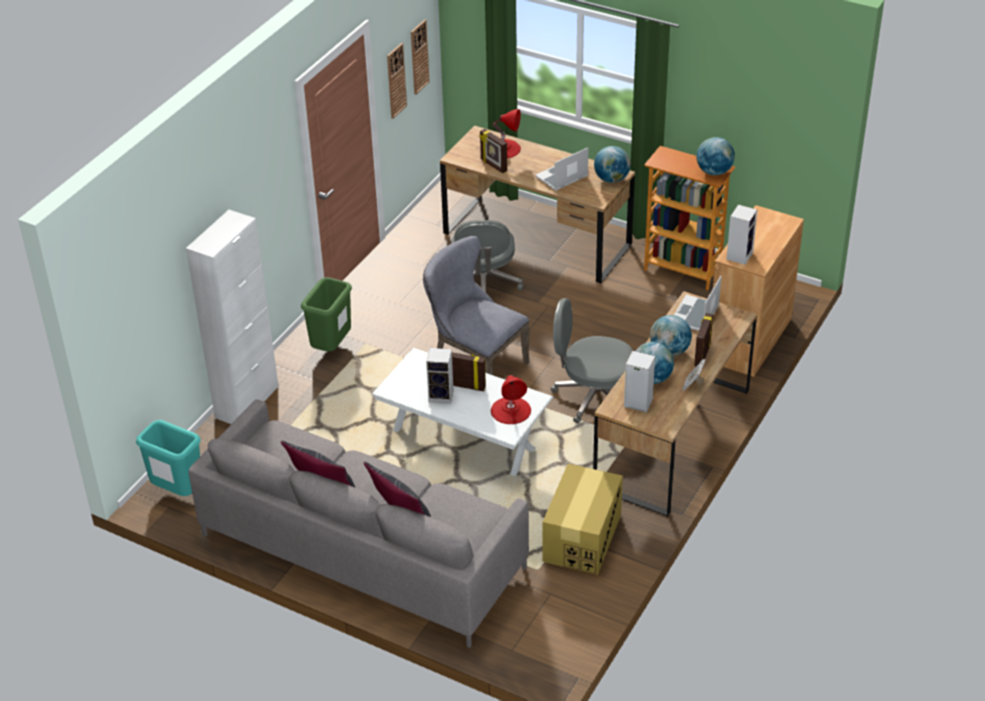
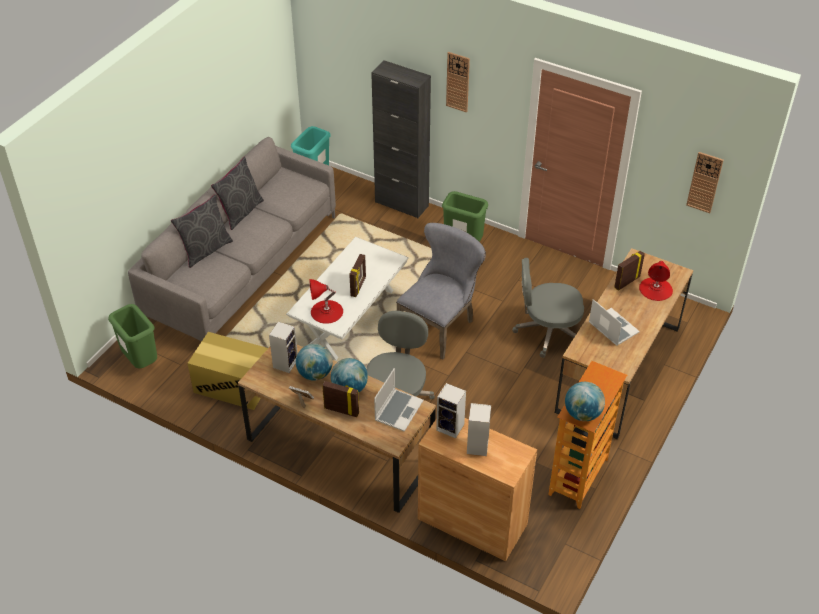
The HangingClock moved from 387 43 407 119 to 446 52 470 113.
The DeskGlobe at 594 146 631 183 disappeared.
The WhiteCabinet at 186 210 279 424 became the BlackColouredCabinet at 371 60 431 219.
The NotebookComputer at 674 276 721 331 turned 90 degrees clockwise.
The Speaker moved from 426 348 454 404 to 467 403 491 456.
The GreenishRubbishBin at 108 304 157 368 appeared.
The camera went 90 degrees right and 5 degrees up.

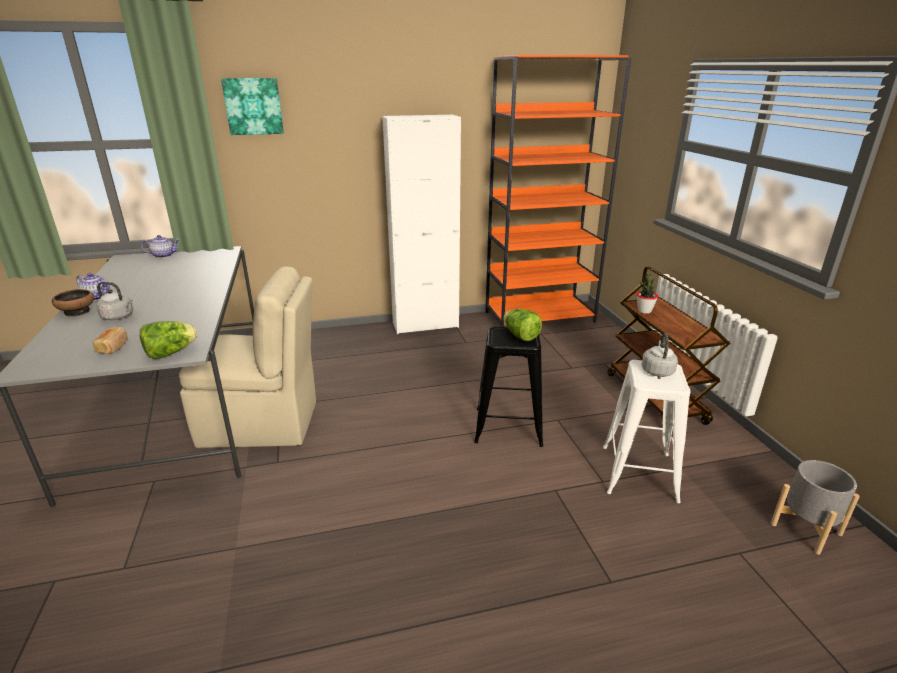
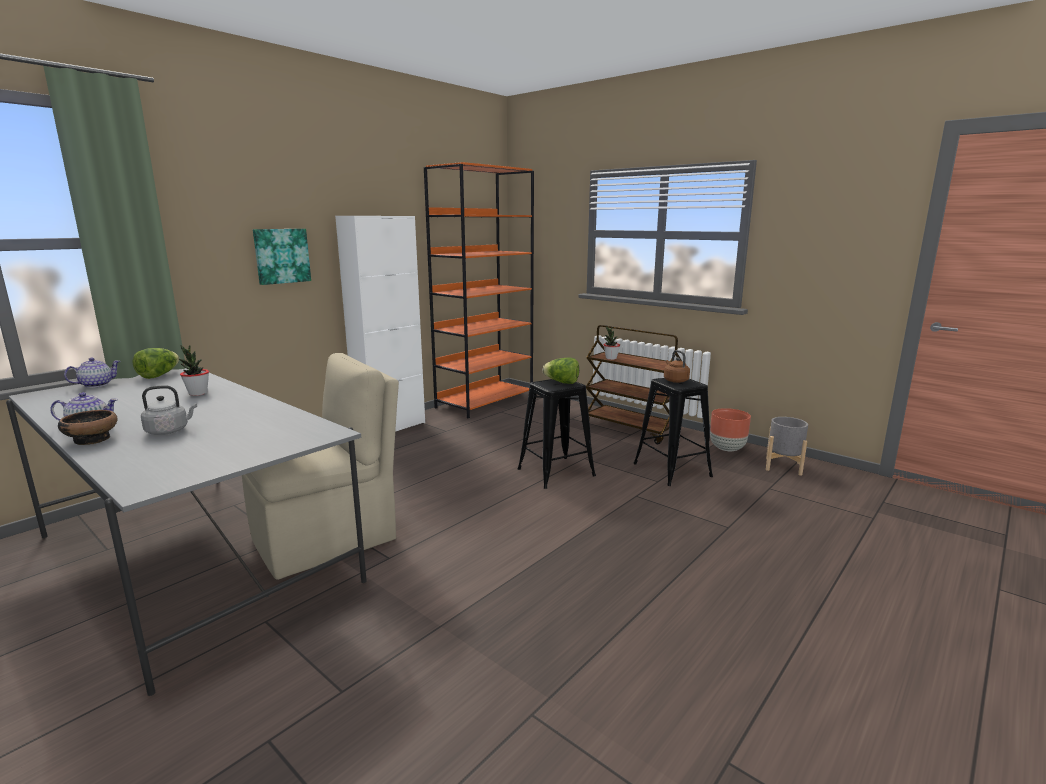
The WallPicture moved from 221 78 284 135 to 253 229 311 285.
The HeadOfLettuce moved from 140 321 197 359 to 133 348 179 379.
The Bread at 93 327 127 354 disappeared.
The GrayTeaKettle at 642 333 678 377 became the BrownishTeaKettle at 664 350 690 383.
The WhiteSittingStool at 603 360 691 503 became the BlackColouredSittingStool at 634 378 713 486.
The PottedPlant at 179 345 209 396 appeared.
The BrownishPlanter at 710 408 751 451 appeared.
The camera went 35 degrees left and 10 degrees down.

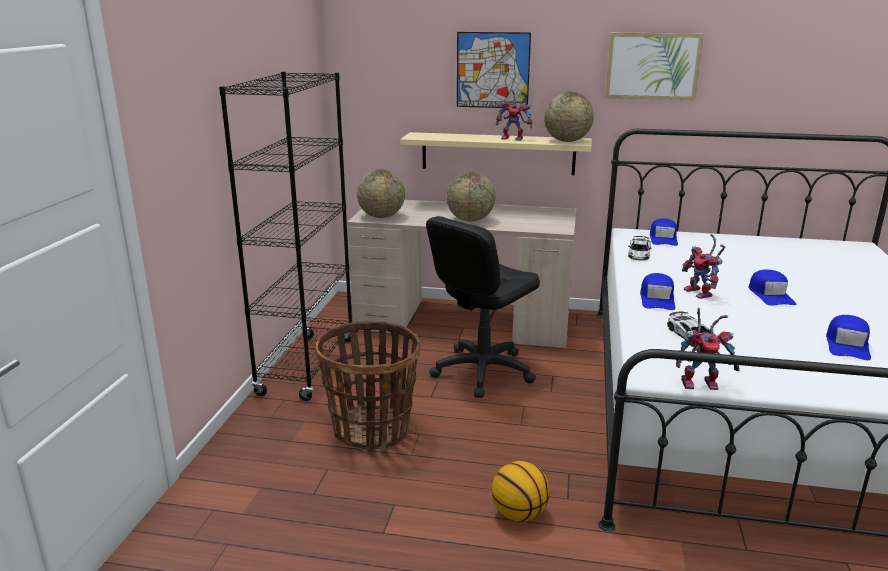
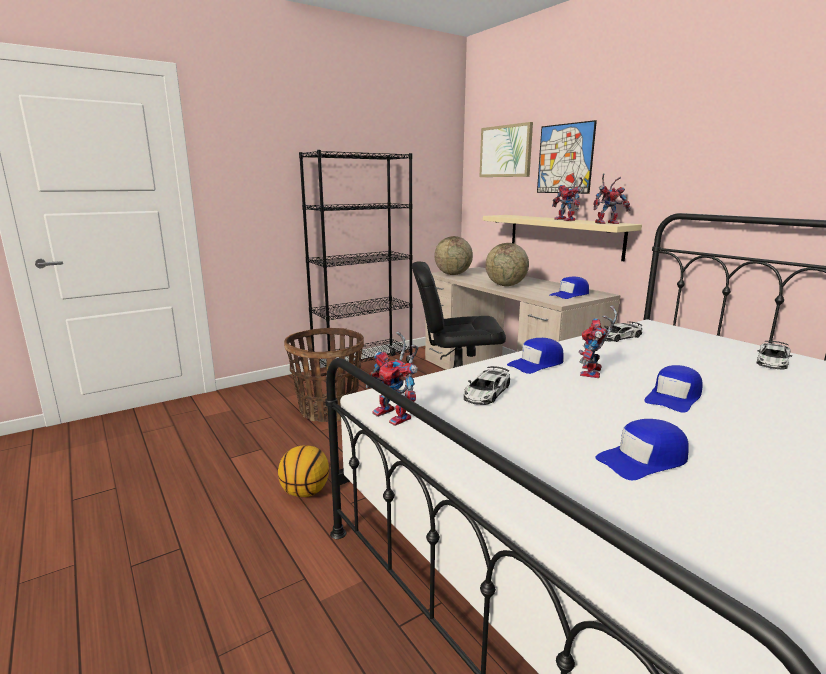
The WallPicture moved from 605 33 704 100 to 480 122 533 177.
The DeskGlobe at 544 92 594 142 was replaced by the ToyRobot at 593 173 631 224.
The BlueColouredCap moved from 650 218 678 246 to 550 277 589 299.
The ModelCar at 757 341 792 370 appeared.
The camera went 45 degrees right and 5 degrees down.

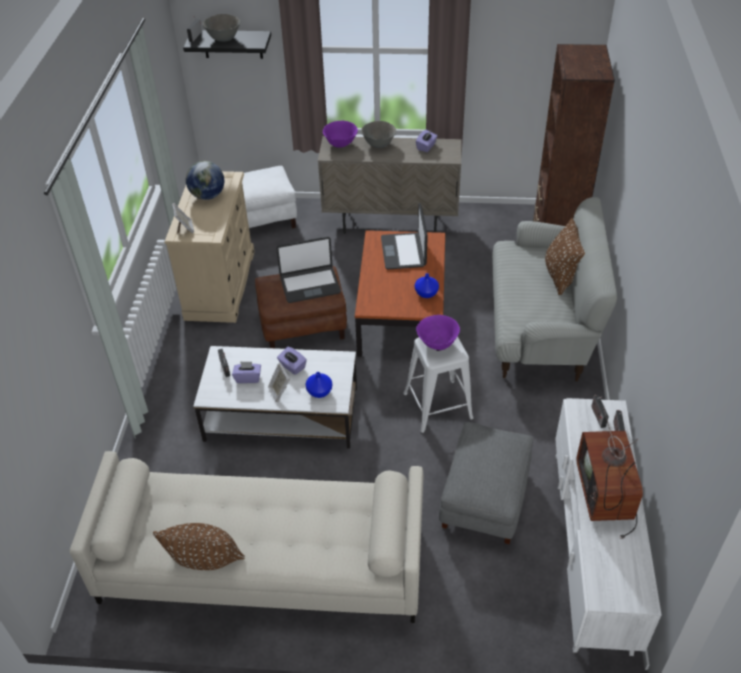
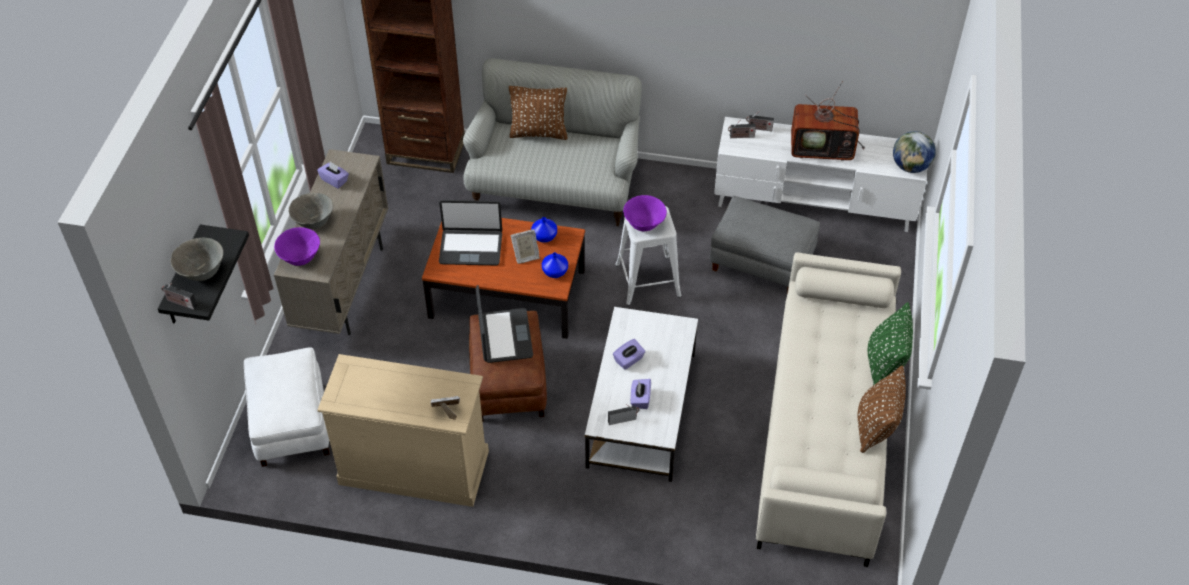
The DeskGlobe moved from 186 161 224 200 to 893 131 936 173.
The StandingFrame moved from 268 362 290 403 to 511 229 540 264.
The BlueColouredVase moved from 305 372 332 398 to 542 252 568 278.
The GreenishThrowPillow at 868 302 913 385 appeared.
The camera went 85 degrees left and 5 degrees up.

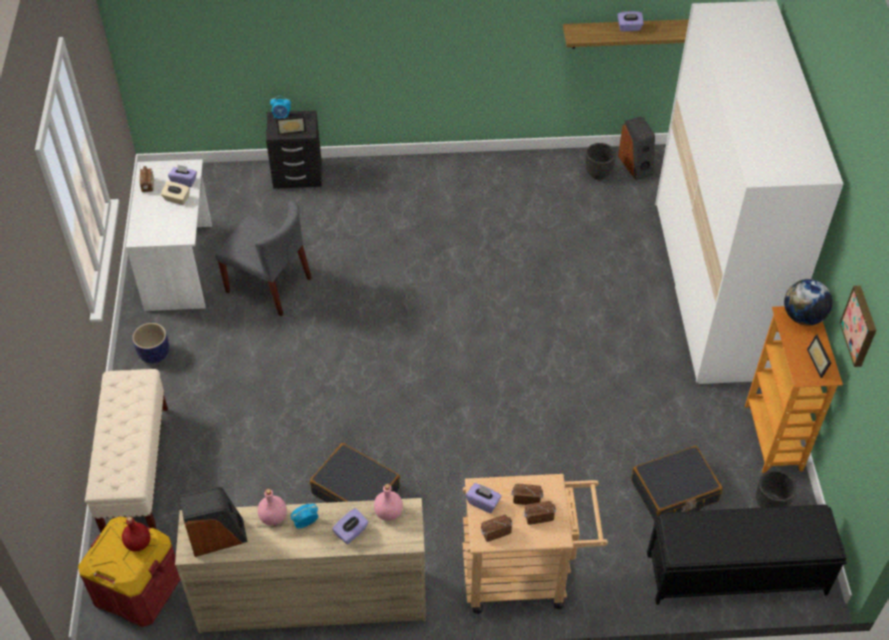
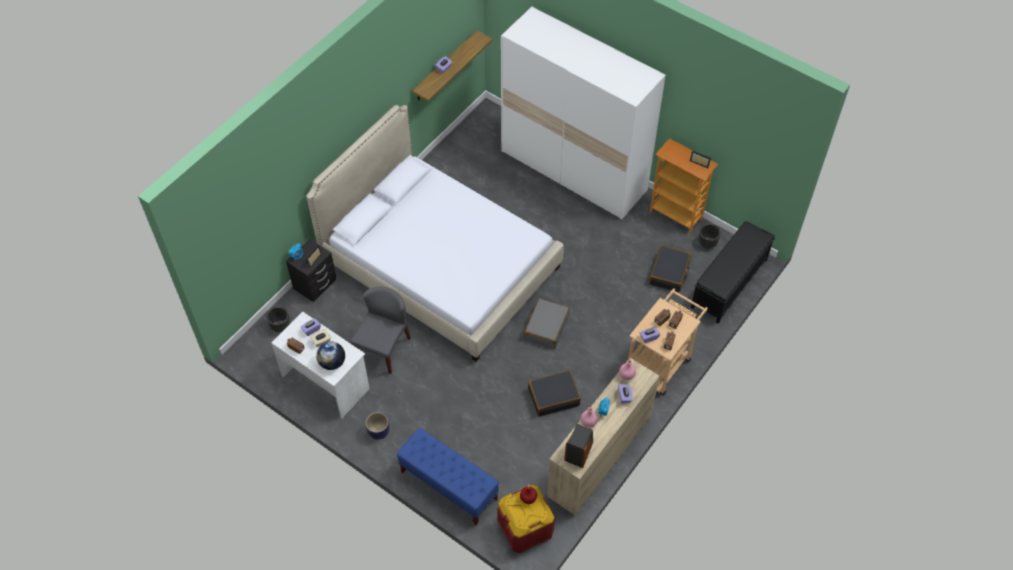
The Speaker at 618 116 655 180 disappeared.
The BlackColouredPlanter moved from 585 143 616 179 to 267 307 290 332.
The GrayUprightChair at 215 201 312 316 turned 45 degrees counterclockwise.
The DeskGlobe moved from 784 279 832 325 to 316 341 345 370.
The WallPicture at 840 286 877 367 disappeared.
The SandColouredLongSeat at 85 369 168 532 became the BlueColouredLongSeat at 397 428 499 525.
The SleepingBed at 307 105 564 362 appeared.
The GrayTravelCase at 524 298 569 349 appeared.
The camera went 50 degrees left and 5 degrees up.

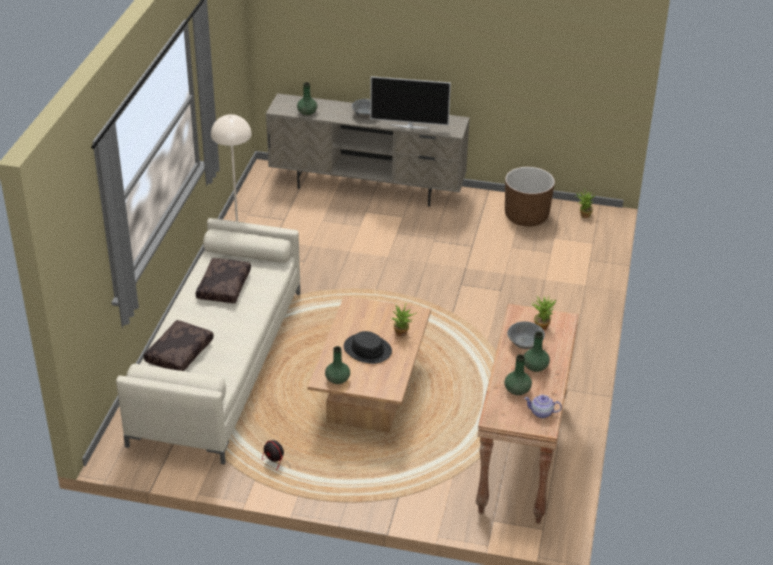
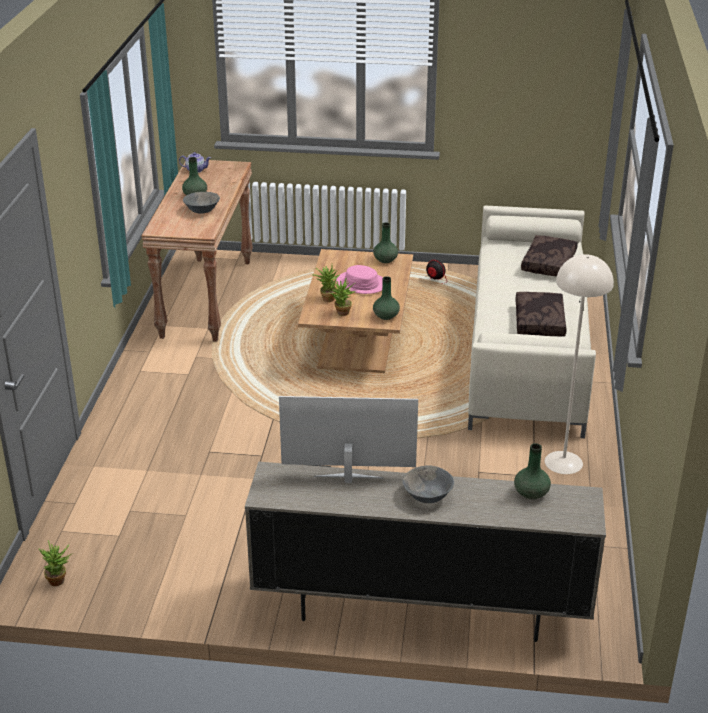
The BrownishPlanter at 505 167 555 227 disappeared.
The PottedPlant moved from 532 296 556 330 to 331 278 356 316.
The BlackColouredWearableHat at 344 331 392 364 became the PinkColouredWearableHat at 336 265 383 294.
The GreenishVase moved from 504 354 532 395 to 373 276 400 320.
The camera went 175 degrees right and 5 degrees down.

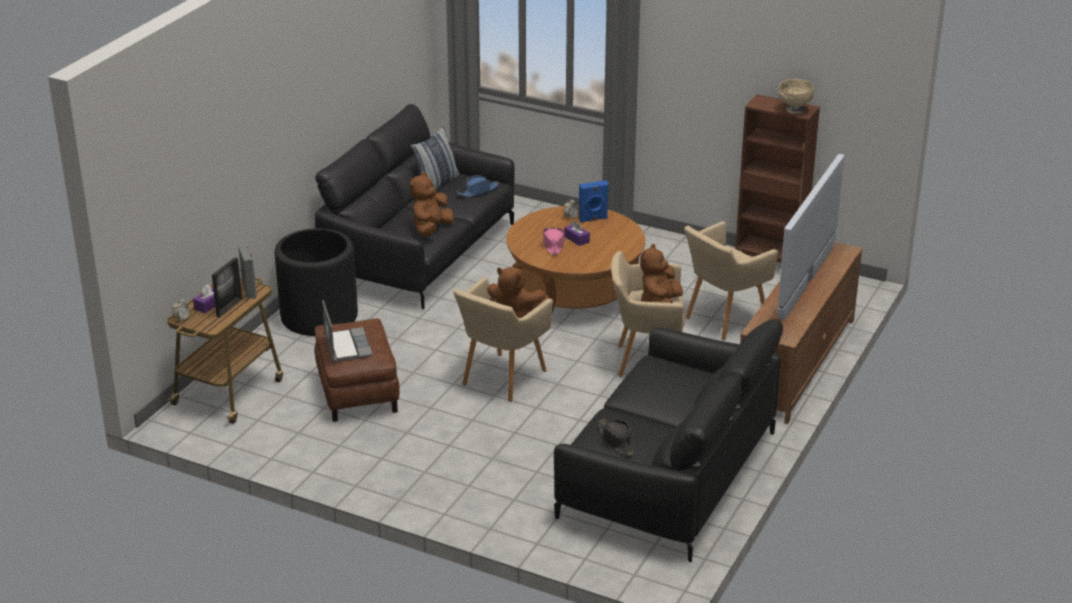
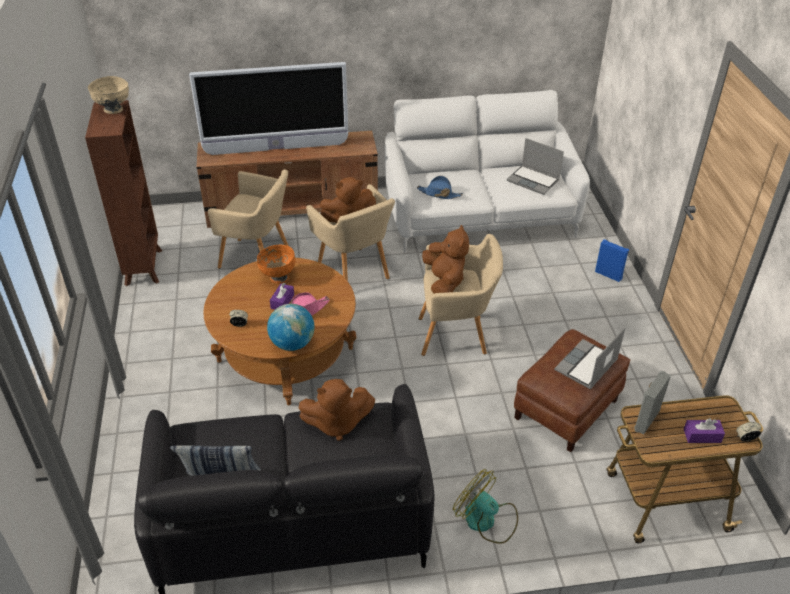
The BlueColouredWearableHat moved from 457 175 500 197 to 417 176 463 199.
The BlueColouredSpeaker moved from 579 180 609 223 to 595 239 629 282.
The BlackColouredPlanter at 275 228 358 336 was replaced by the CoolingFan at 453 469 518 544.
The StandingFrame at 212 257 242 318 disappeared.
The BlackColouredCouch at 554 319 783 562 became the WhiteCouch at 385 90 590 252.
The BlackColouredWearableHat at 598 418 634 456 was replaced by the NotebookComputer at 507 138 564 195.
The OrangeBowl at 257 245 295 284 appeared.
The DeskGlobe at 267 304 315 351 appeared.
The camera went 125 degrees left and 10 degrees up.

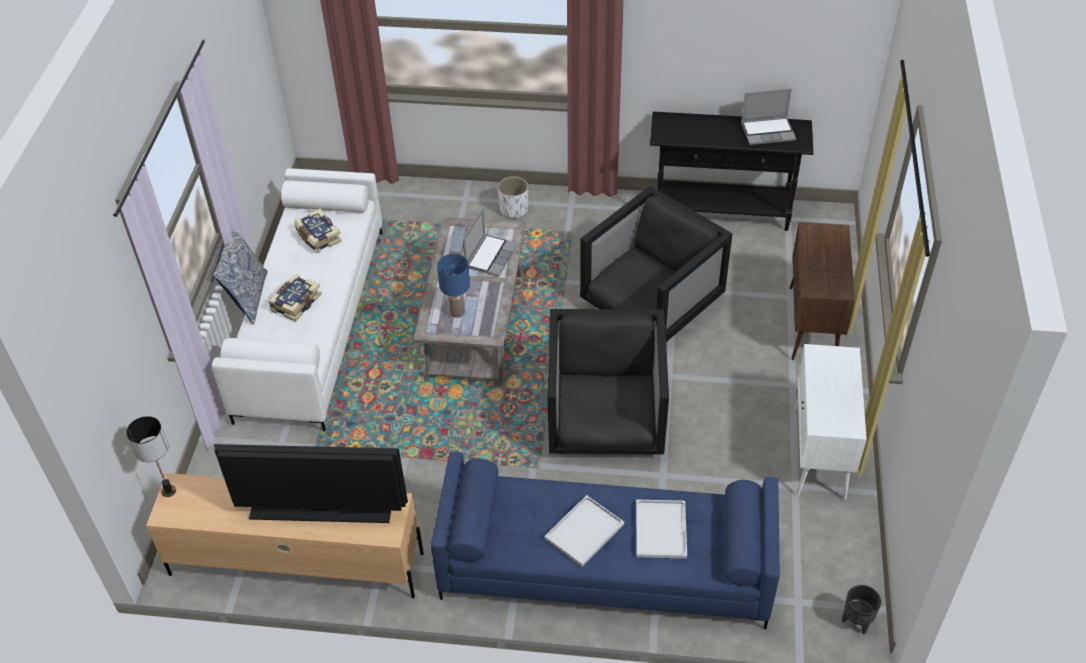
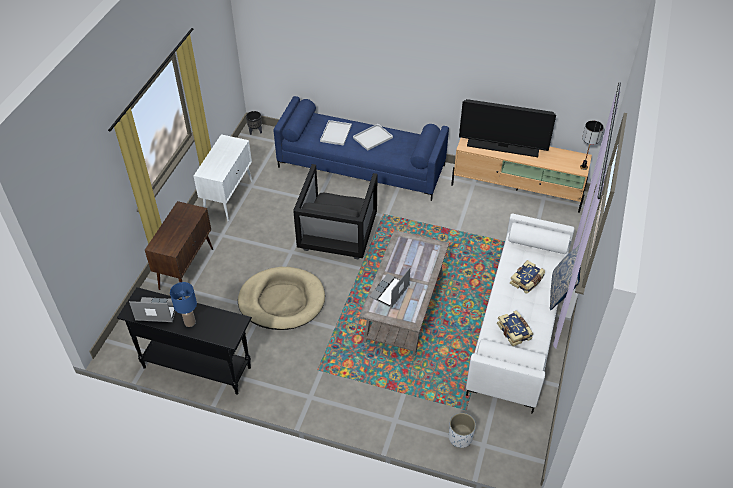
The WhitePlanter moved from 498 176 528 218 to 449 413 476 448.
The BlackColouredArmchair at 580 186 732 342 was replaced by the SandColouredPetBed at 238 267 325 330.
The BlueColouredLampForATable moved from 437 254 470 318 to 170 282 197 327.
The camera went 170 degrees left and 0 degrees up.

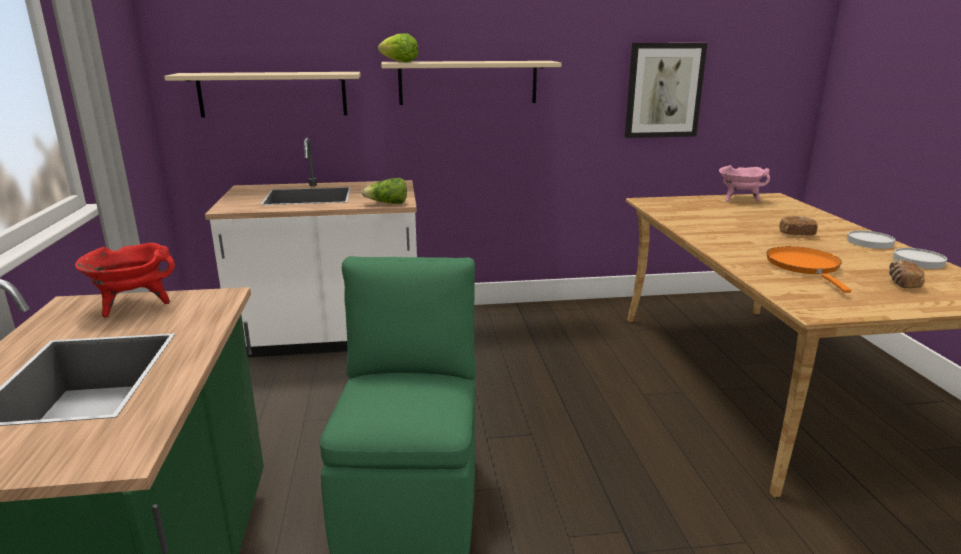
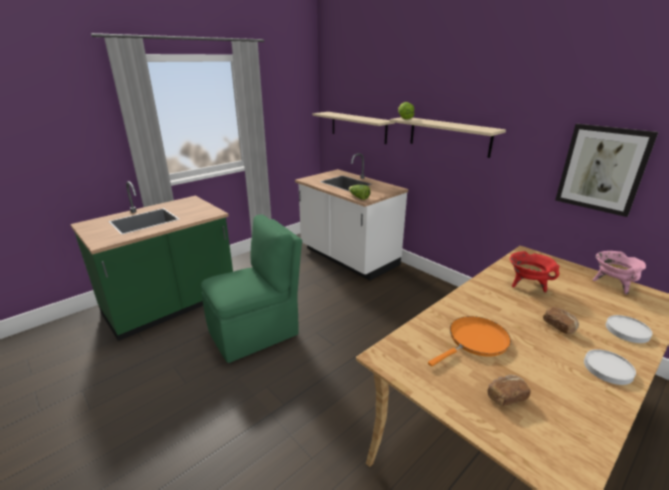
The RedColouredSaucepot moved from 75 243 175 317 to 510 251 559 292.
The WhiteFlatDish moved from 893 248 947 269 to 606 315 653 343.
The camera went 55 degrees right and 5 degrees up.

